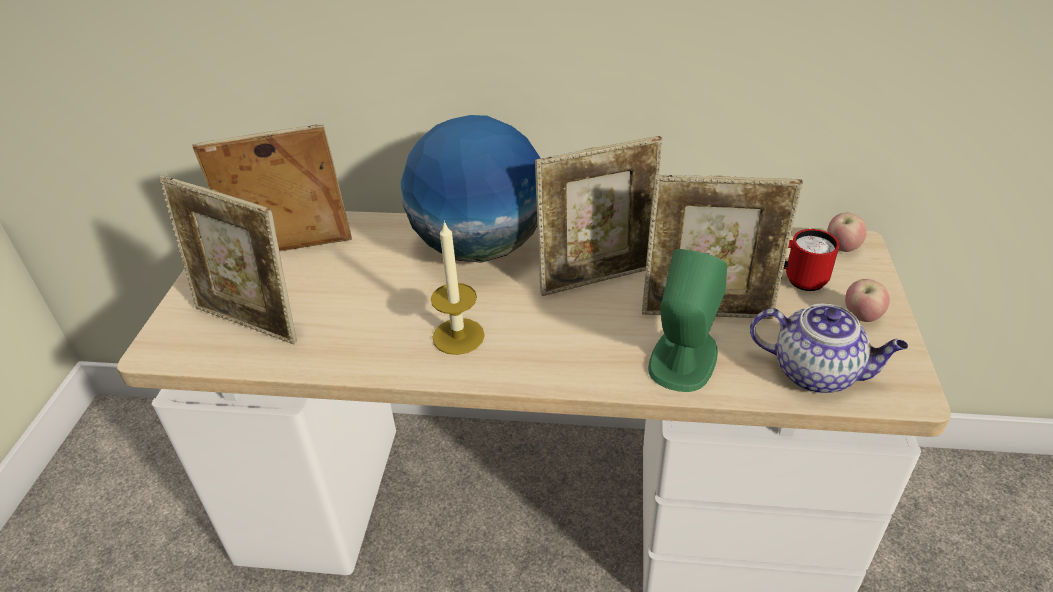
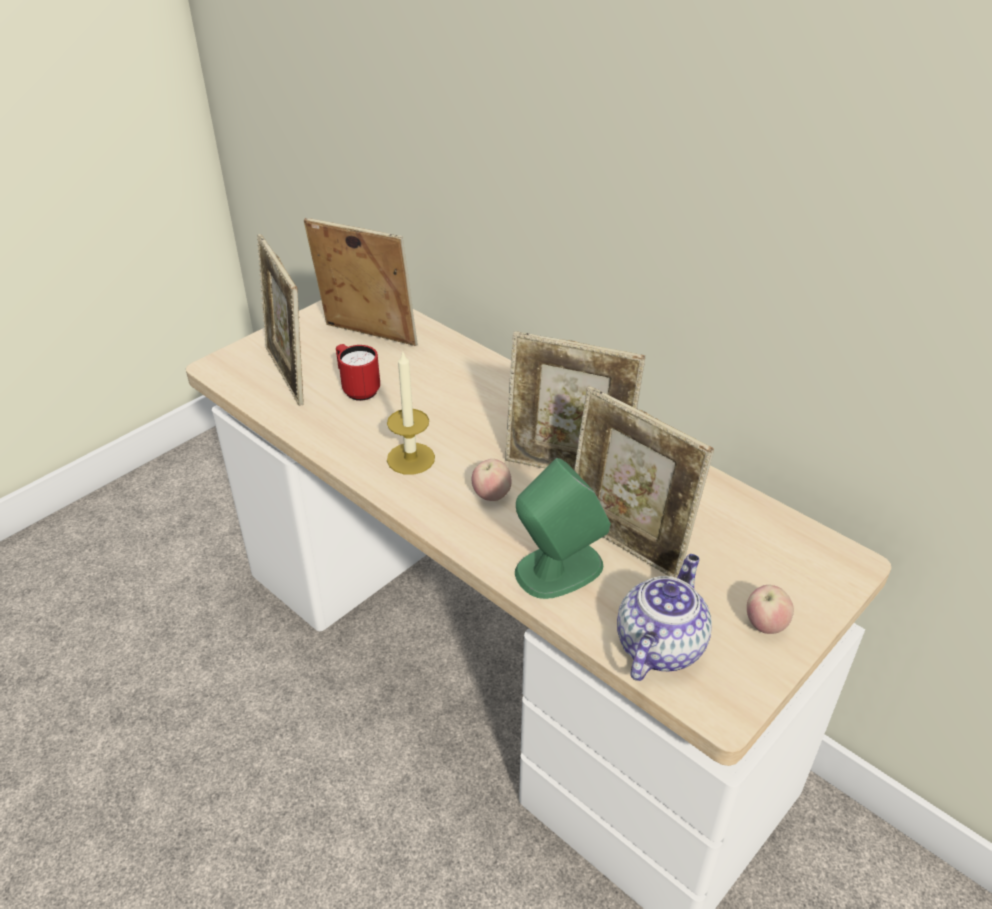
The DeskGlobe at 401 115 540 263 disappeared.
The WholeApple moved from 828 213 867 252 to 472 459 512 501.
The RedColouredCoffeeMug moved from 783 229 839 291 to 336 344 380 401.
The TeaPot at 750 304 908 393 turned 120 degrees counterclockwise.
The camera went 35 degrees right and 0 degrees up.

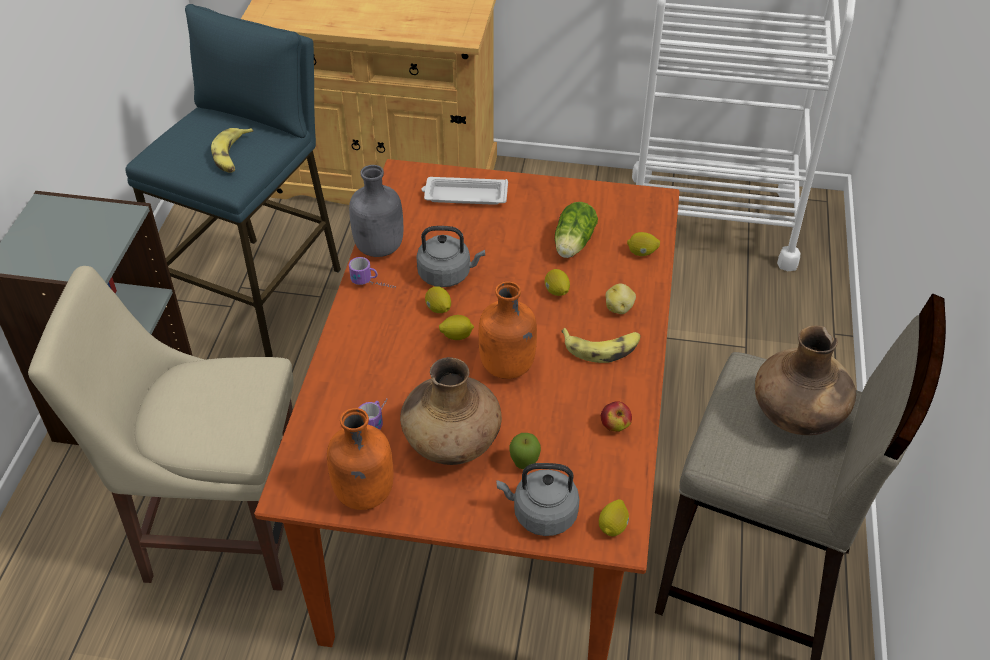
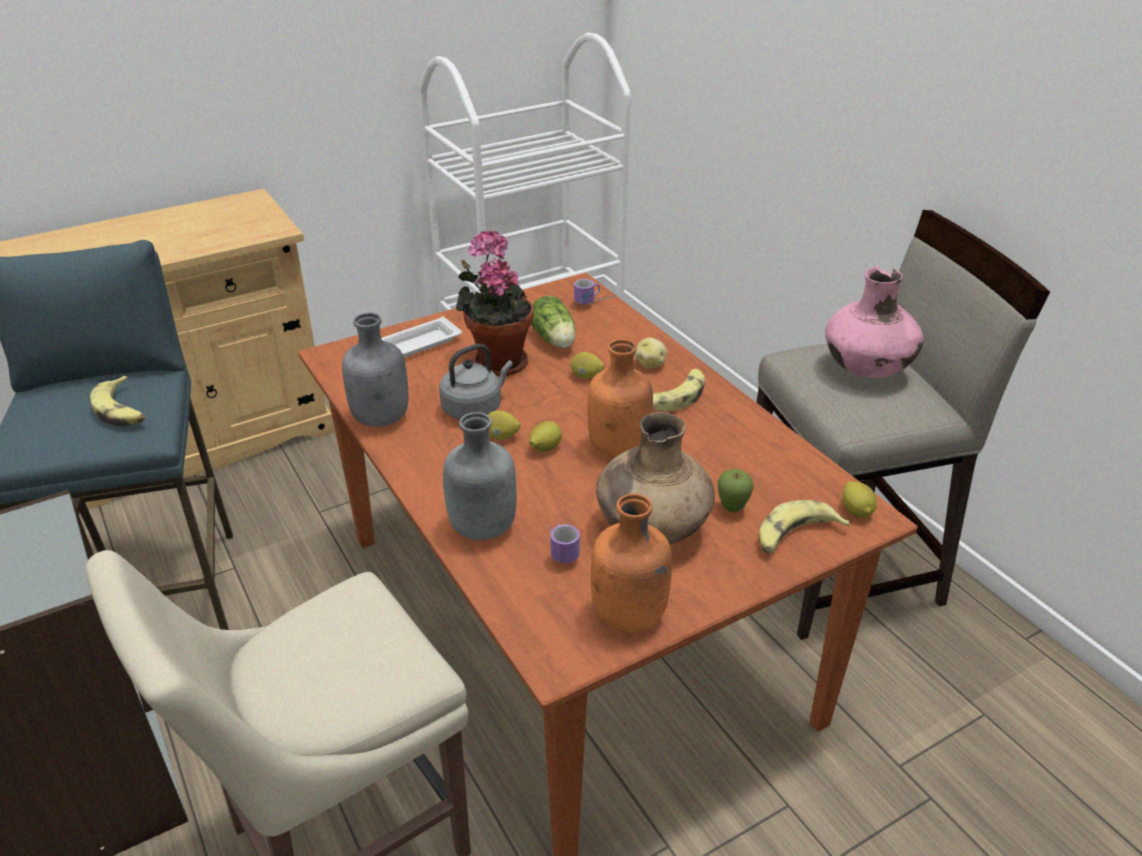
The CitrusFruit at 627 232 660 256 disappeared.
The CoffeeMug moved from 349 257 396 288 to 574 279 615 304.
The BrownishVase at 755 326 856 435 became the PinkColouredVase at 825 266 924 378.
The WholeApple at 601 401 632 432 disappeared.
The GrayTeaKettle at 497 463 579 536 was replaced by the BananaFruit at 759 500 850 554.
The PottedPlant at 456 231 534 376 appeared.
The GrayBottle at 443 412 517 540 appeared.
The camera went 40 degrees left and 10 degrees down.

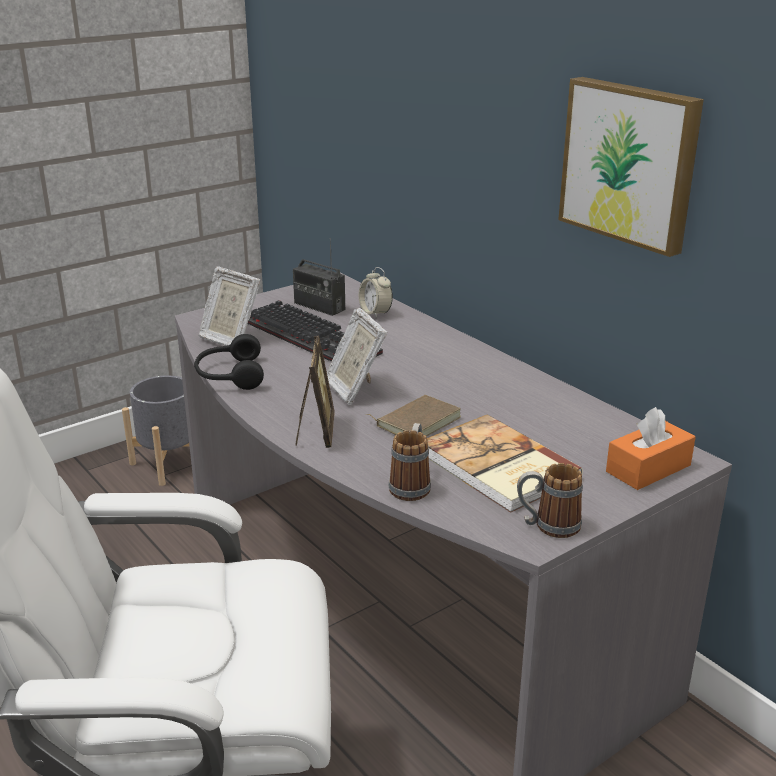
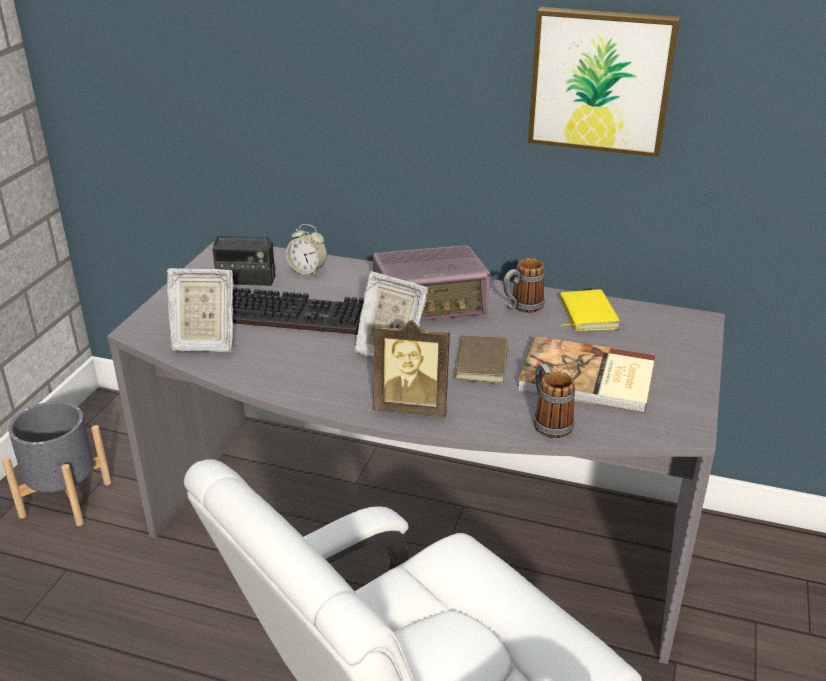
The BlackColouredPairOfHeadphones at 194 334 264 390 disappeared.
The StandingFrame at 295 336 335 448 turned 135 degrees clockwise.
The OrangeTissueBox at 606 407 695 490 disappeared.
The CoffeeMug moved from 517 463 583 538 to 503 258 545 313.
The RadioSet at 373 245 490 321 appeared.
The YellowBook at 560 289 620 331 appeared.
The camera went 35 degrees left and 5 degrees up.

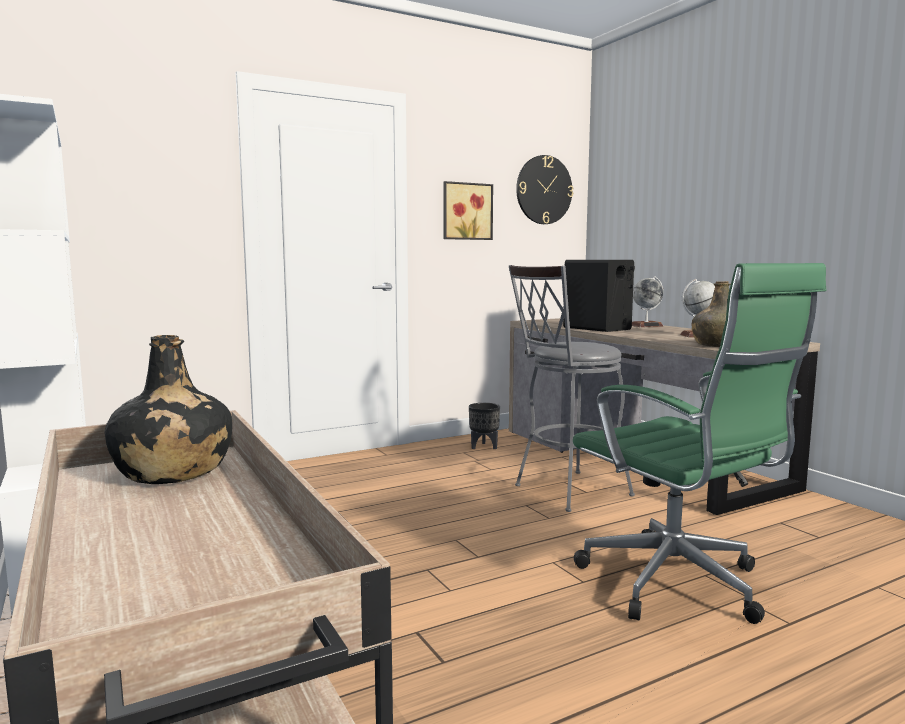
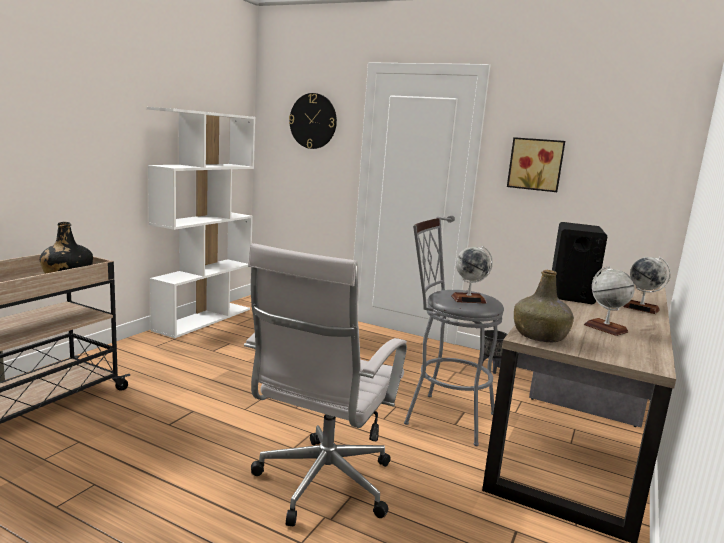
The HangingClock moved from 516 155 573 224 to 289 93 337 149.
The GreenishOfficeChair at 573 263 826 624 became the WhiteOfficeChair at 244 243 407 526.
The DeskGlobe at 451 246 493 304 appeared.
The camera went 55 degrees right and 5 degrees up.

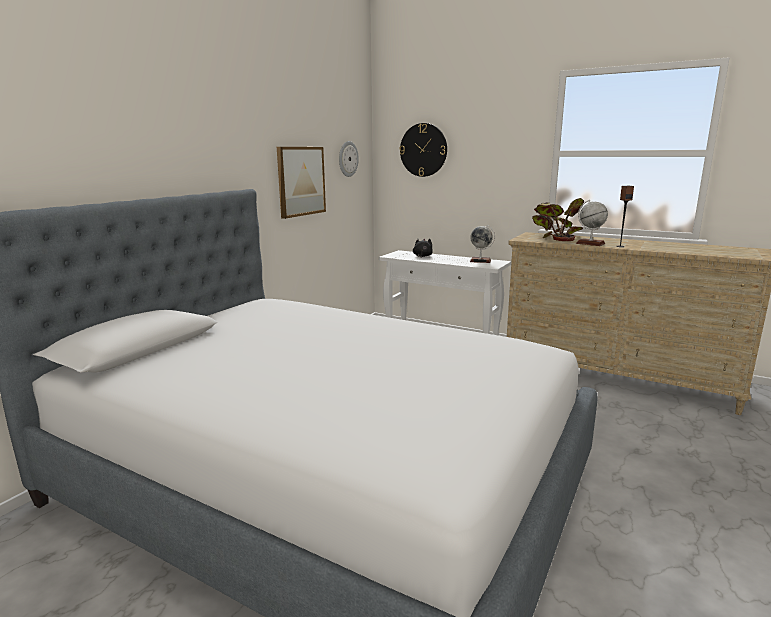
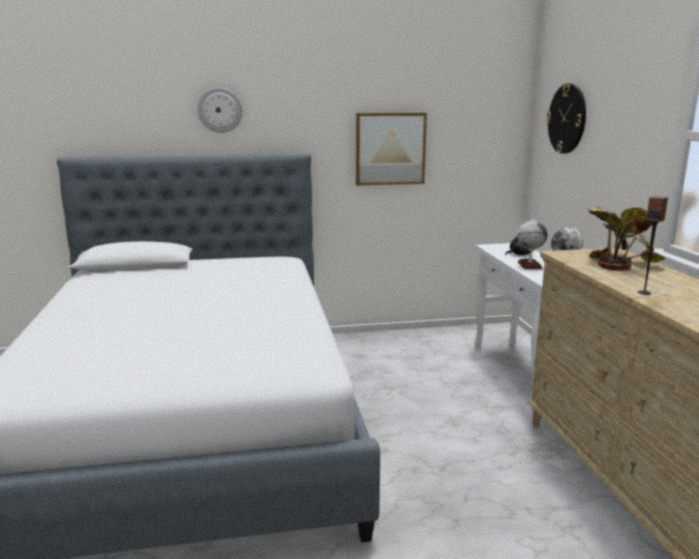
The HangingClock moved from 339 141 359 177 to 198 87 243 133.
The DeskGlobe moved from 576 200 608 246 to 518 218 548 269.
The camera went 50 degrees right and 0 degrees up.

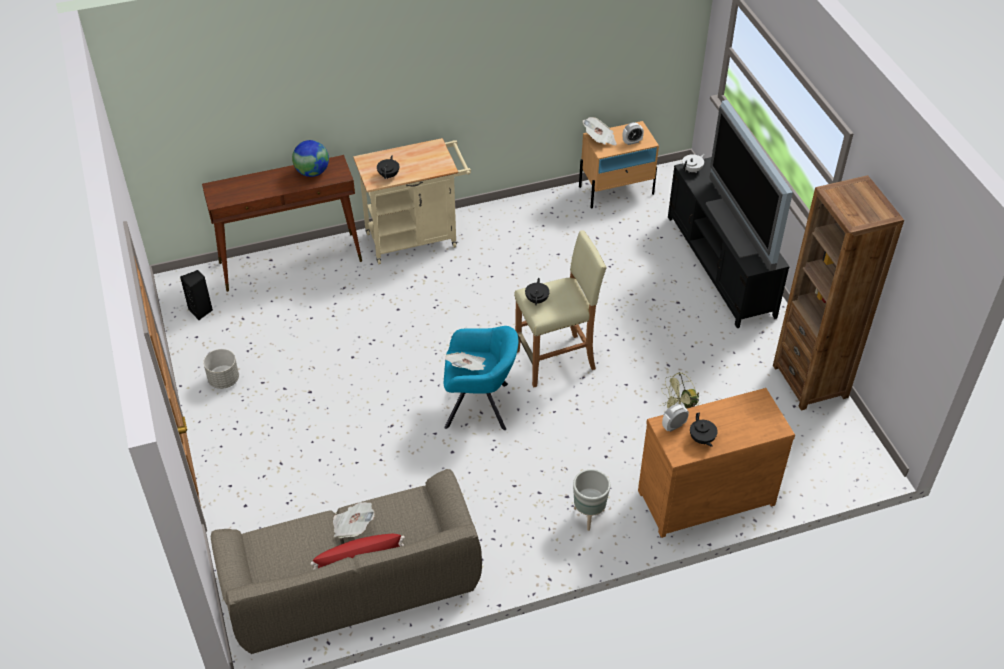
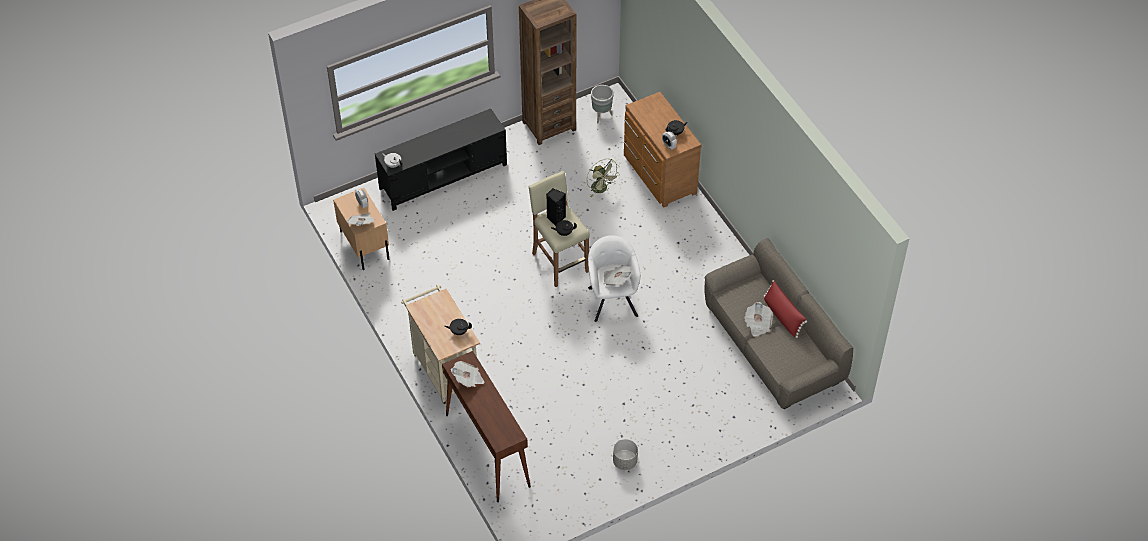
The Television at 706 100 793 271 disappeared.
The DeskGlobe at 292 140 329 177 was replaced by the PrintedPaper at 451 361 484 387.
The BlackColouredSpeaker moved from 180 270 213 321 to 546 188 566 226.
The TurquoiseColouredArmchair at 444 326 518 430 became the WhiteArmchair at 588 235 641 322.
The GrayPlanter moved from 573 469 610 531 to 591 85 614 123.
The camera went 100 degrees left and 5 degrees up.

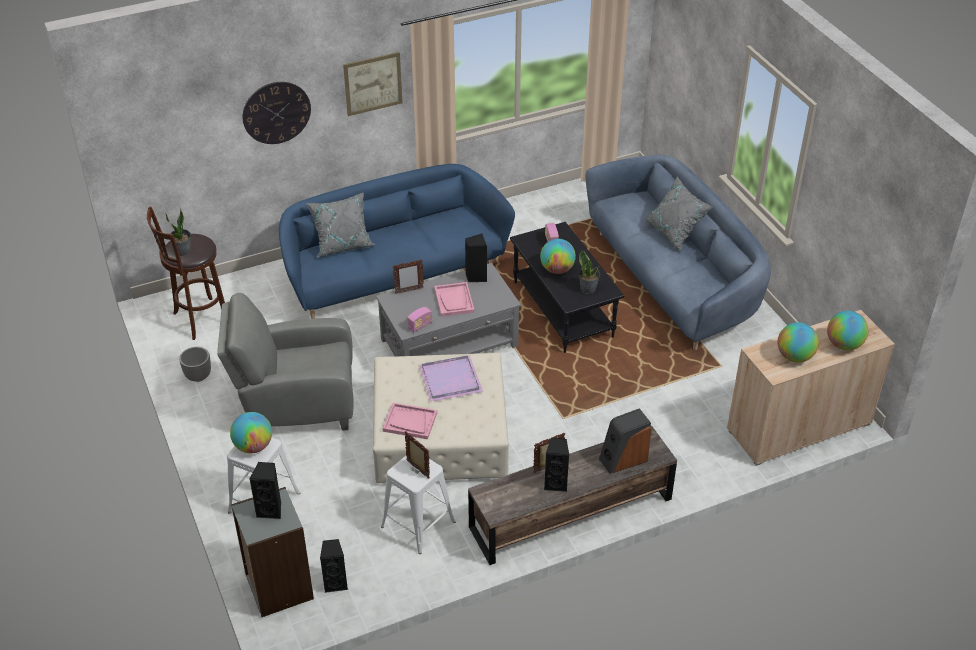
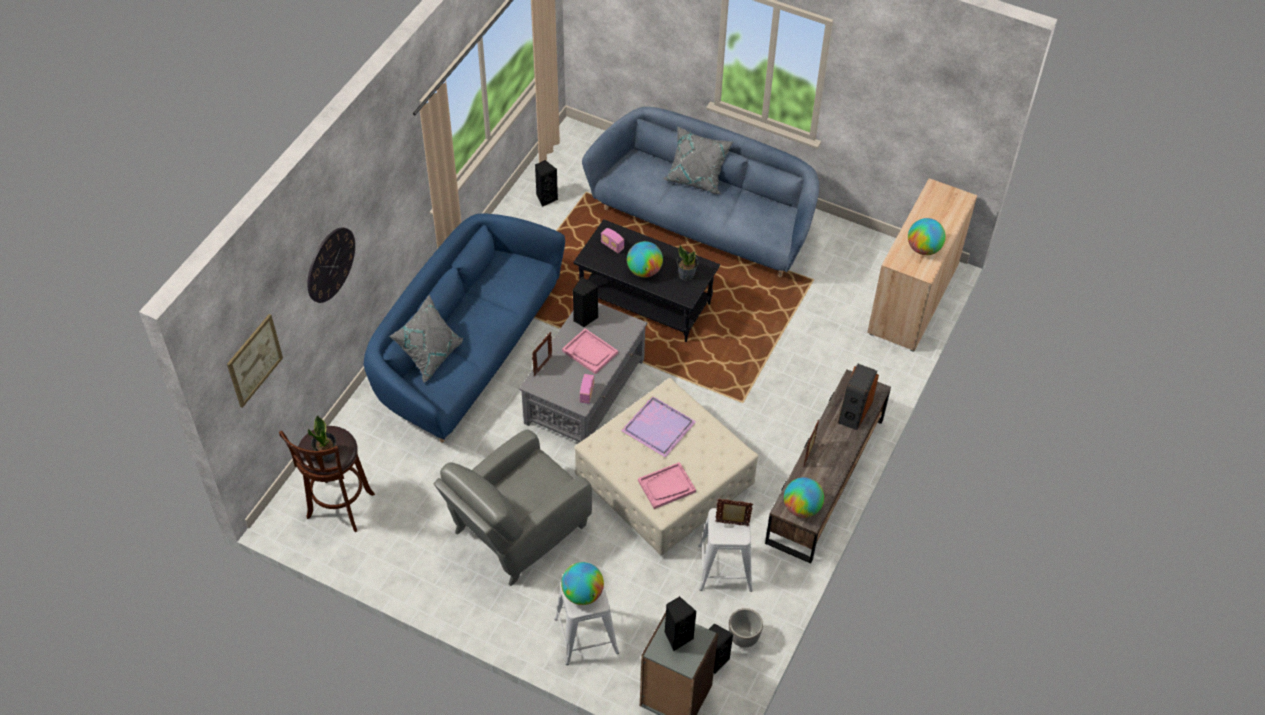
The WallPicture moved from 343 52 402 116 to 227 314 283 408.
The DeskGlobe moved from 827 311 868 350 to 784 477 824 518.
The Planter moved from 179 347 211 382 to 729 608 763 648.
The BlackColouredSpeaker moved from 544 438 569 492 to 535 160 558 207.
The camera went 40 degrees left and 10 degrees up.

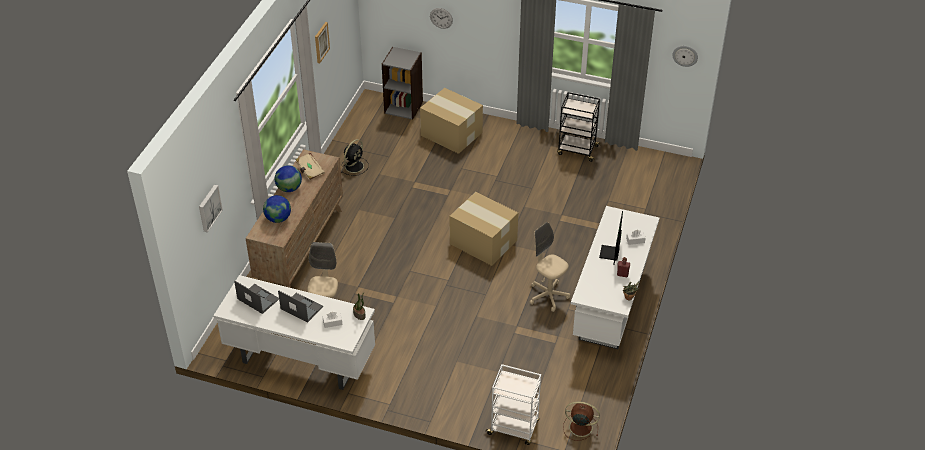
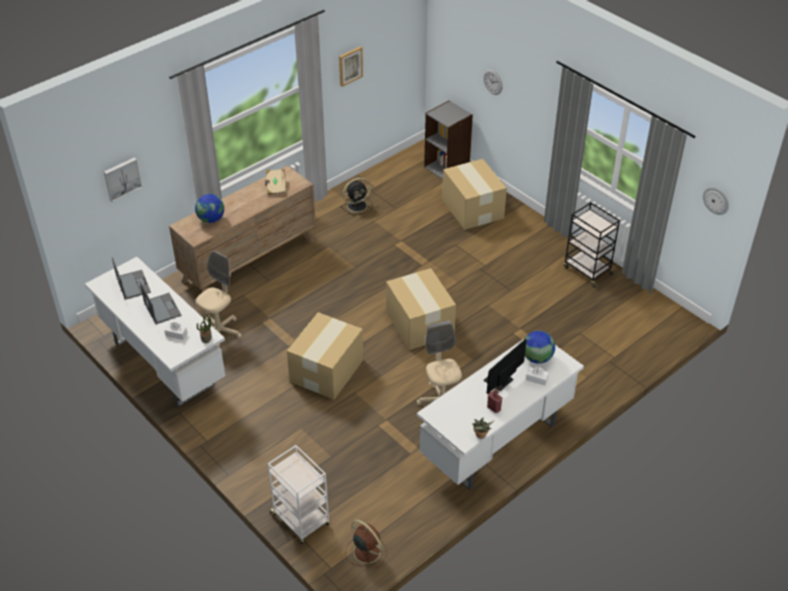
The DeskGlobe moved from 275 165 302 192 to 525 331 555 364.
The Carton at 287 312 363 400 appeared.
The camera went 30 degrees right and 0 degrees up.

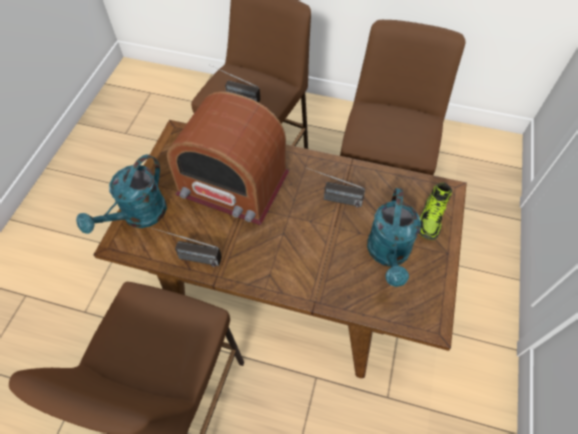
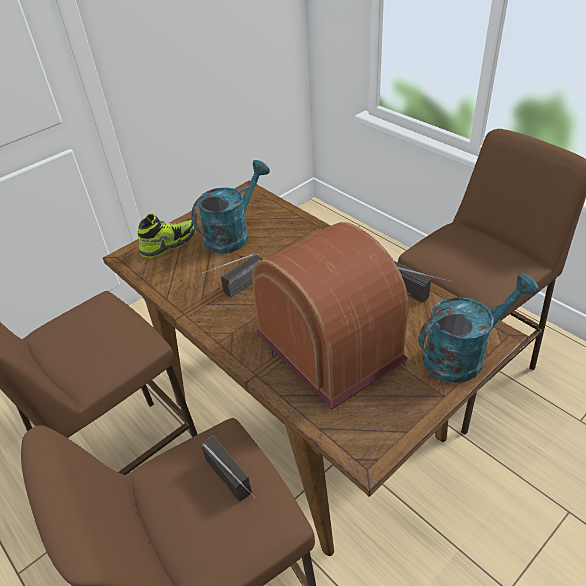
The RadioSet at 307 168 365 207 turned 90 degrees clockwise.
The camera went 145 degrees left and 15 degrees down.

